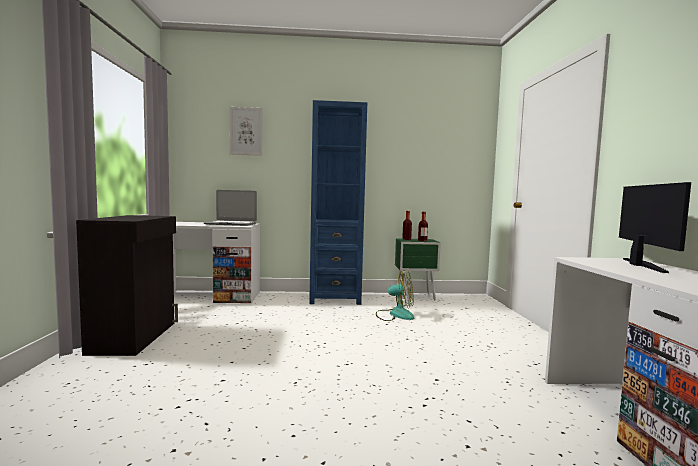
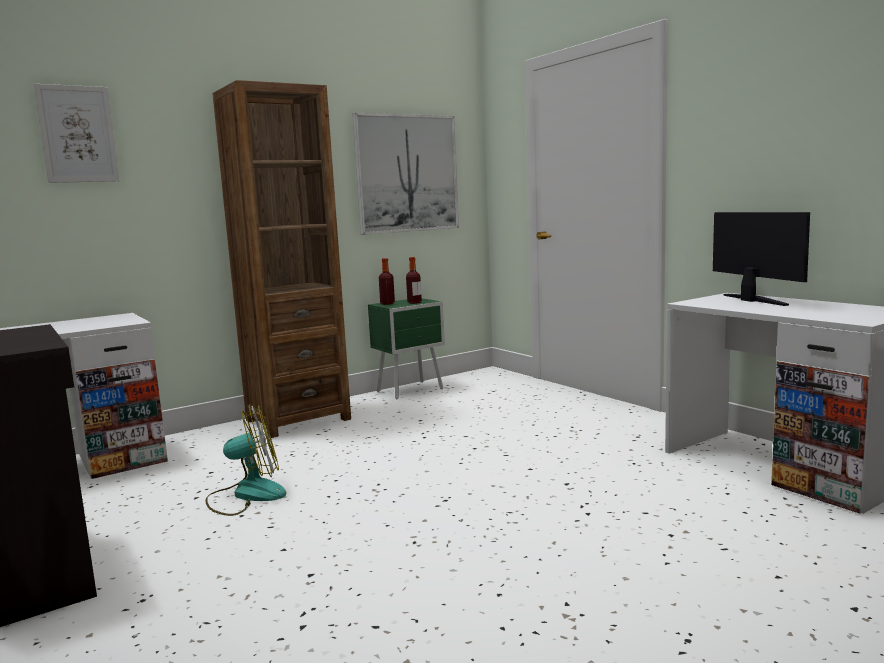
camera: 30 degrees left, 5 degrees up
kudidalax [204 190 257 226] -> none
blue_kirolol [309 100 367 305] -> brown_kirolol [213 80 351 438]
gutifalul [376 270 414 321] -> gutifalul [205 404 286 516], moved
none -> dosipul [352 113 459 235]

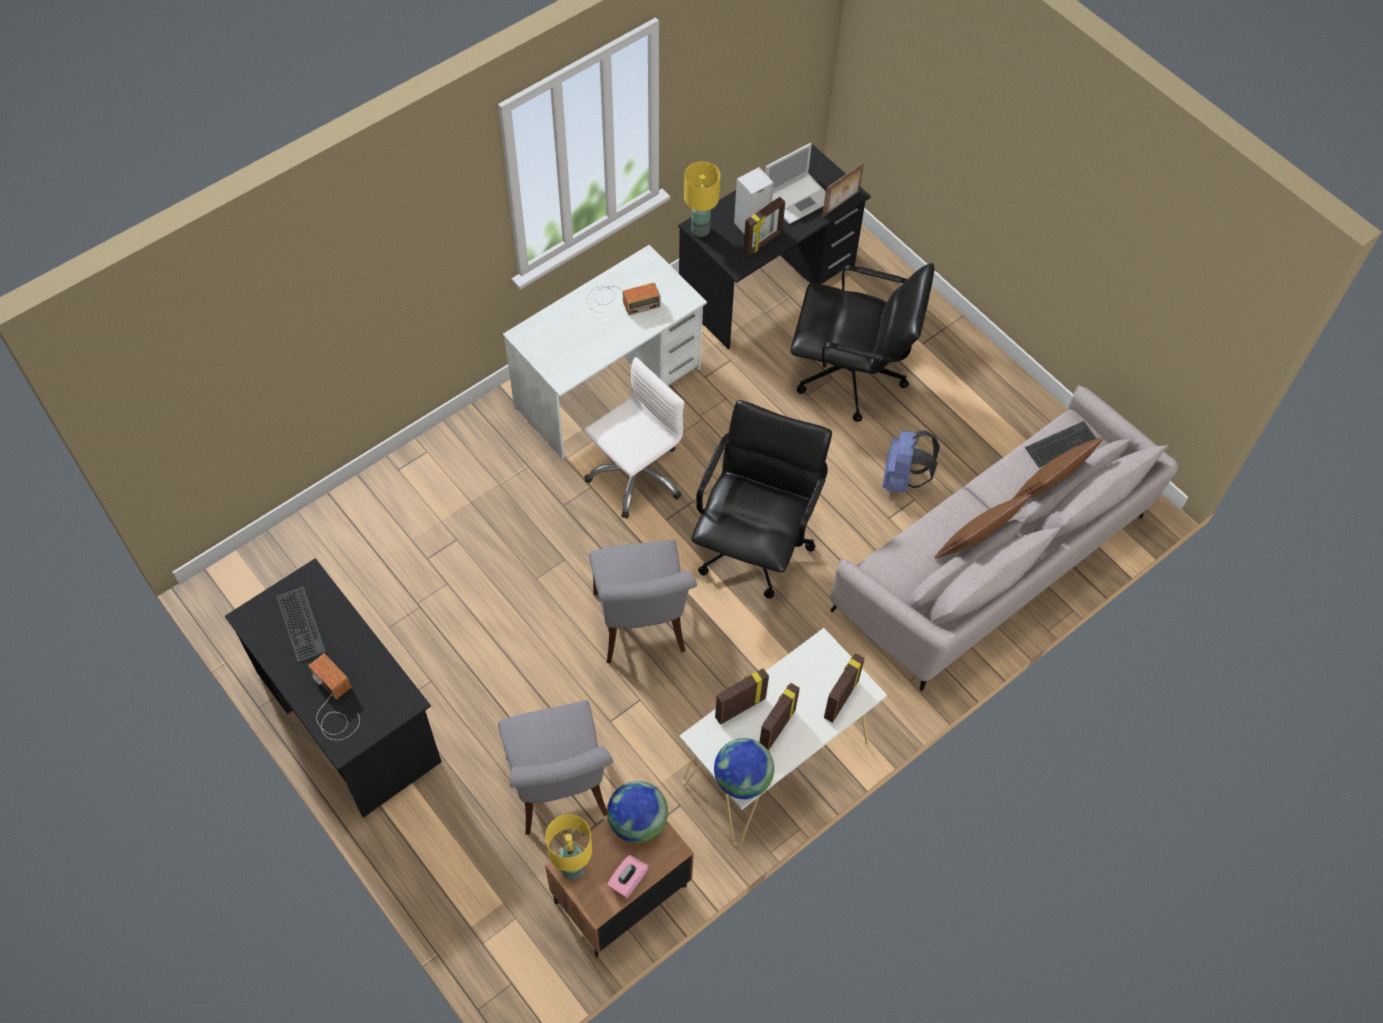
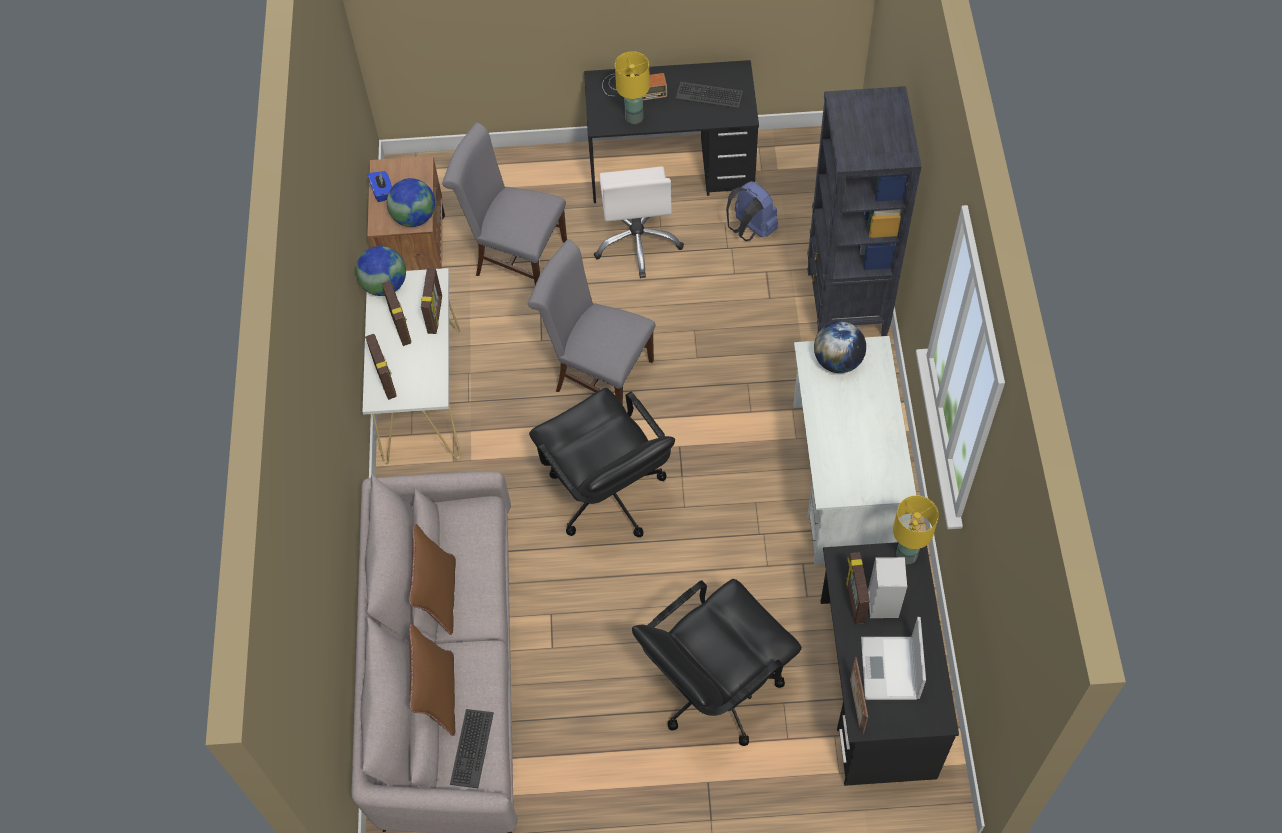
camera: 130 degrees right, 0 degrees up
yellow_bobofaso [545 814 593 880] -> yellow_bobofaso [615 51 650 124], moved
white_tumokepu [584 357 685 519] -> white_tumokepu [594 166 684 278], moved
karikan [587 283 660 315] -> none
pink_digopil [607 855 649 898] -> blue_digopil [368 171 392 202]
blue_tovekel [883 430 940 493] -> blue_tovekel [726 181 778 241], moved
none -> black_kirolol [807 86 922 336]
none -> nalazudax [814 321 866 373]

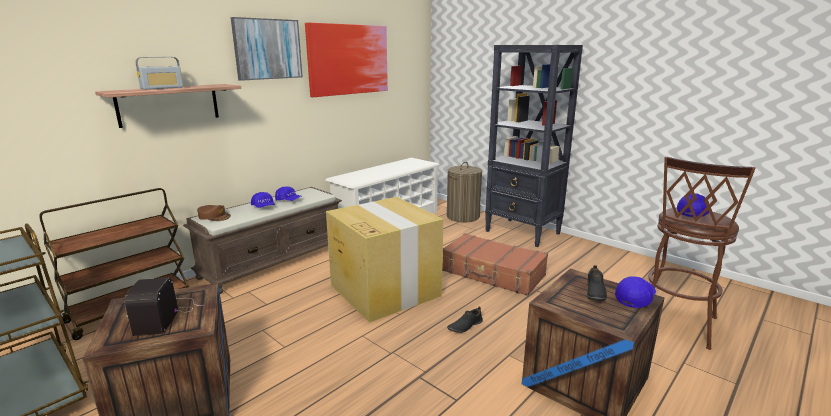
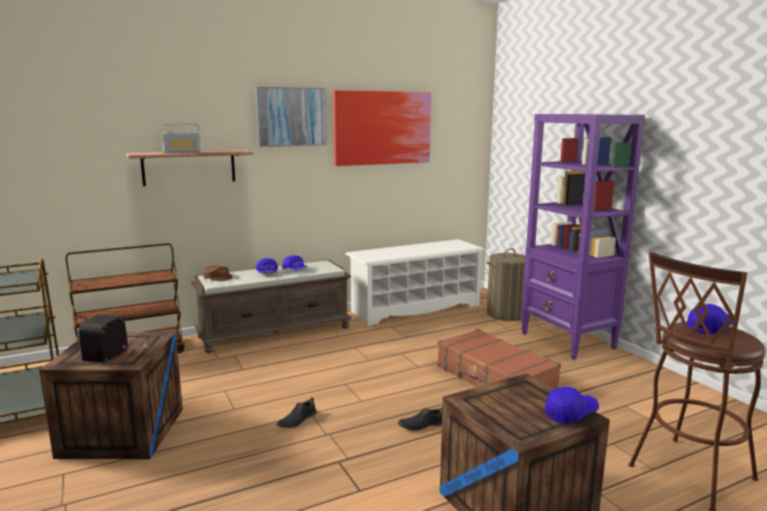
camera: 20 degrees right, 5 degrees down
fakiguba [326 197 443 322] -> none
black_kirolol [485 45 583 247] -> purple_kirolol [521 114 645 360]
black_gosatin [587 265 607 301] -> black_gosatin [276 397 317 428], moved

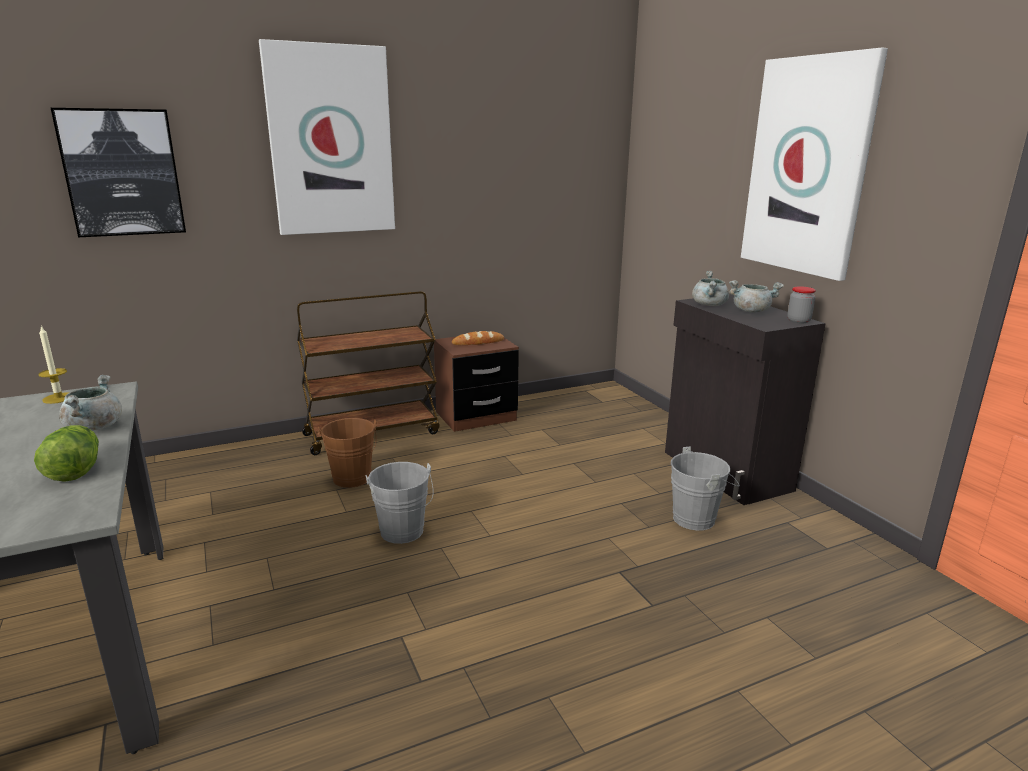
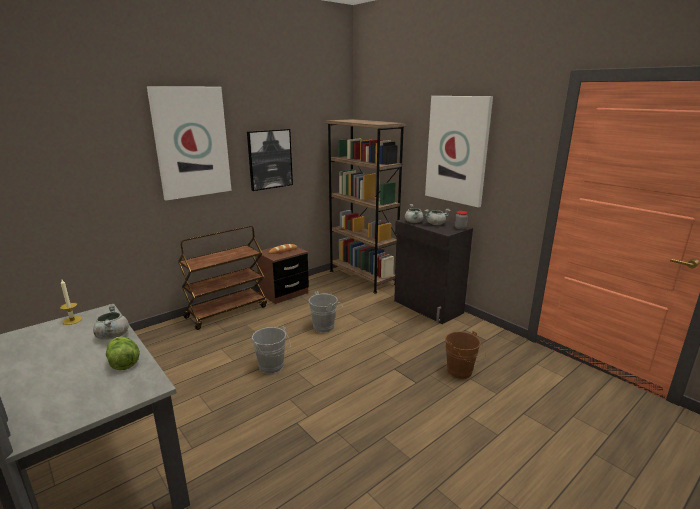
camera: 15 degrees left, 0 degrees up
dosipul [51 108 186 237] -> dosipul [247 129 293 191], moved
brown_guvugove [318 418 377 488] -> brown_guvugove [445 331 486 379], moved
grey_guvugove [671 447 740 531] -> grey_guvugove [309 291 343 333], moved
none -> brown_kirolol [326 119 406 294]

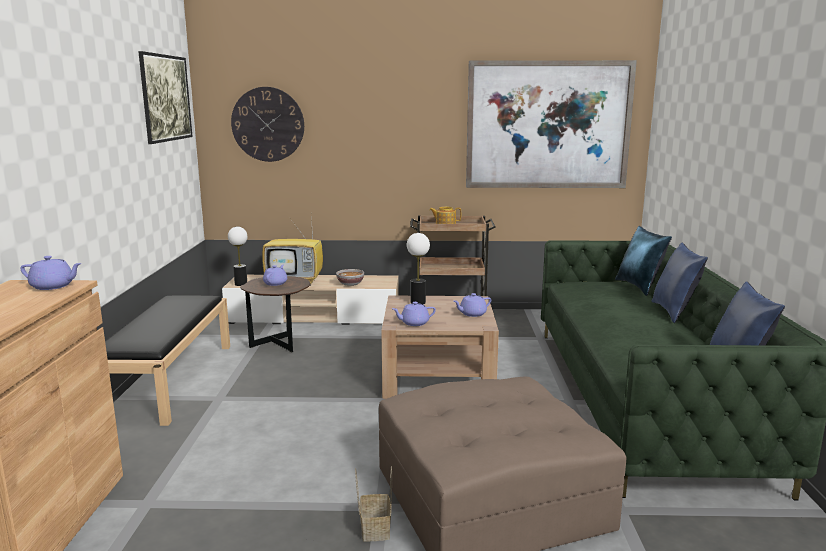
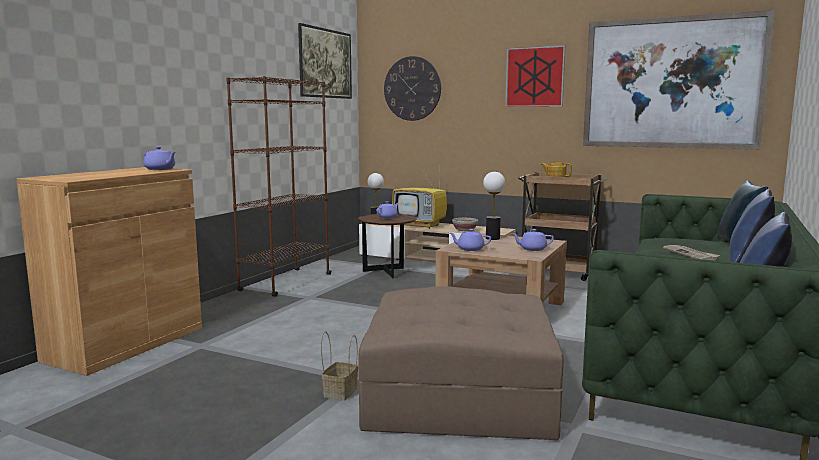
camera: 25 degrees right, 5 degrees down
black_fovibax [105 296 230 426] -> brown_kirolol [226 76 332 297]
none -> dosipul [505 45 566 107]
none -> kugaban [663 245 720 260]

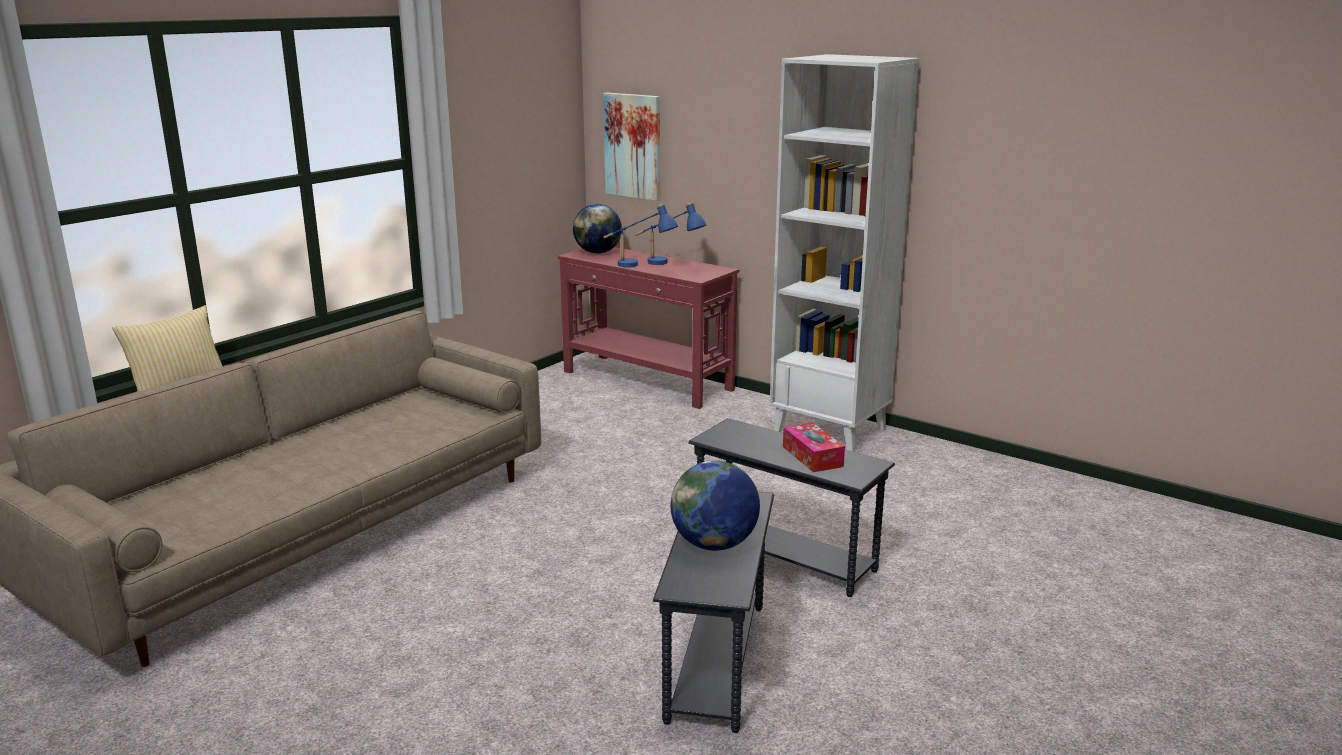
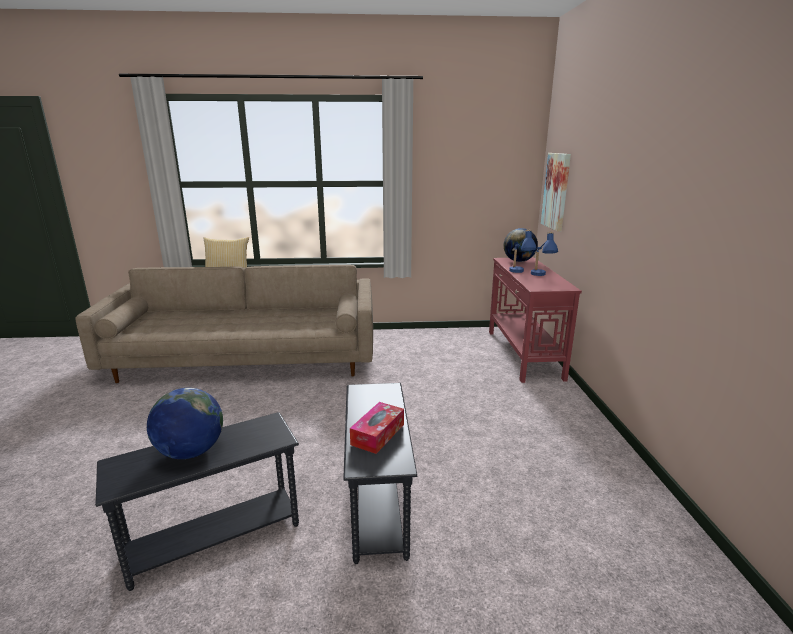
camera: 50 degrees right, 0 degrees up
white_kirolol [770 54 920 452] -> none

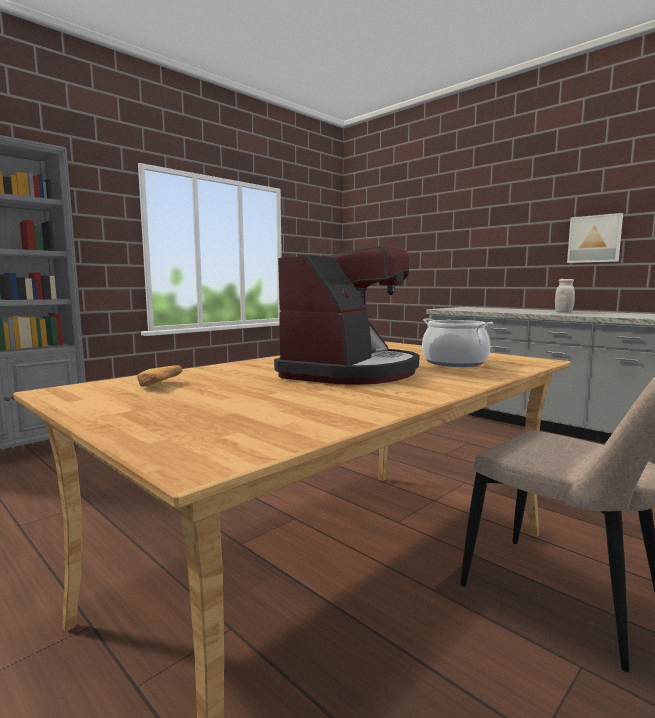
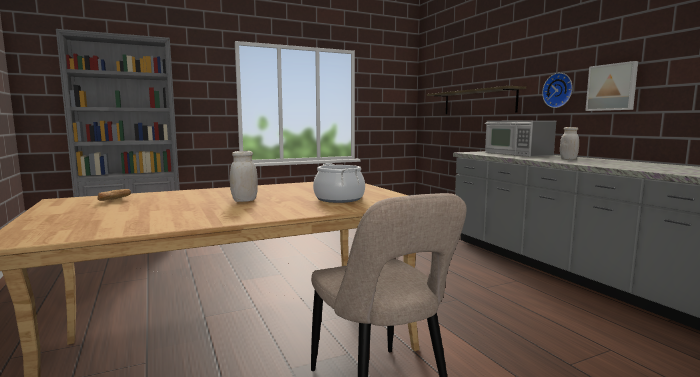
camera: 20 degrees right, 0 degrees up
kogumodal [274 245 420 385] -> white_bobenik [230 151 258 202]
none -> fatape [427 86 526 114]
none -> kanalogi [485 120 556 156]
none -> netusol [542 73 573 108]

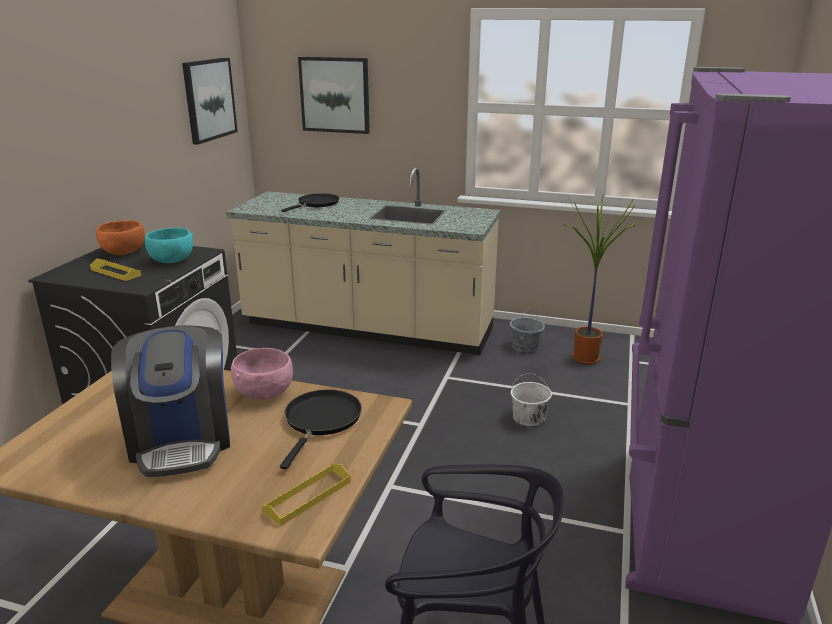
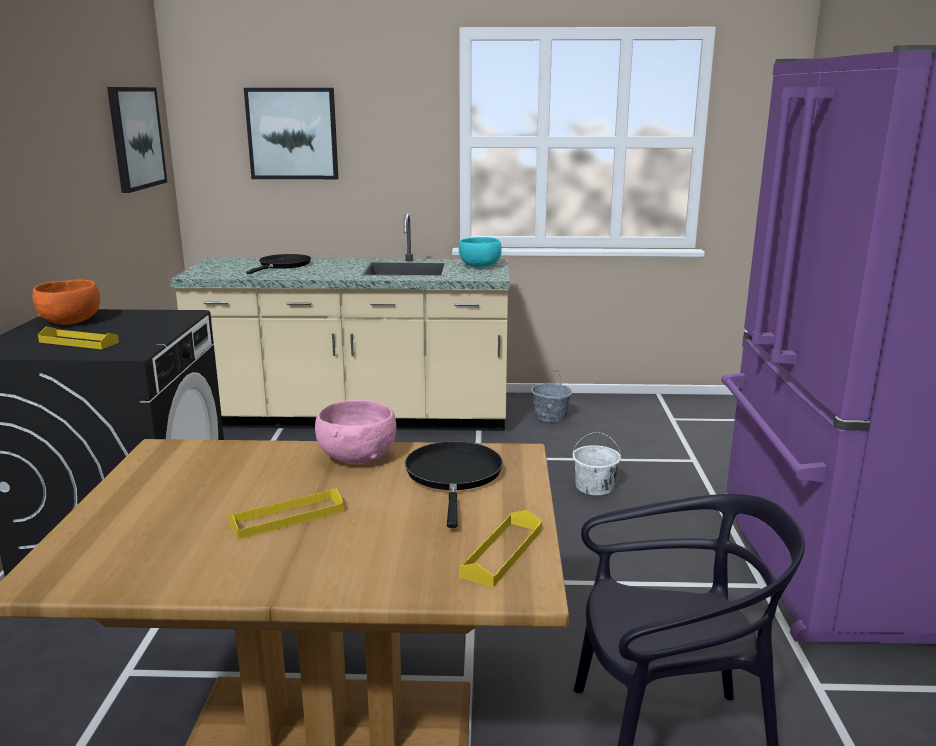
camera: 15 degrees left, 5 degrees down
kogumodal [111 325 230 477] -> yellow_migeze [228 488 344 540]
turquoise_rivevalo [145 228 193 263] -> turquoise_rivevalo [459 237 502 267], moved
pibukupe [563 195 638 365] -> none

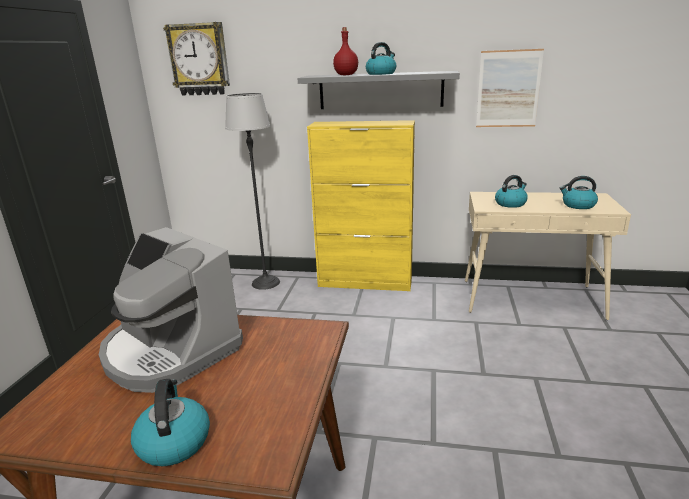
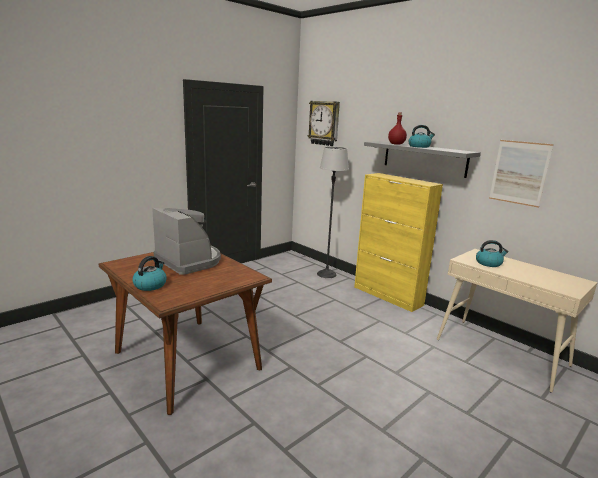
camera: 35 degrees right, 5 degrees down
kogumodal [99 227 243 393] -> kogumodal [152 208 221 275], 150 degrees clockwise
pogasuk [560 176 598 209] -> none

